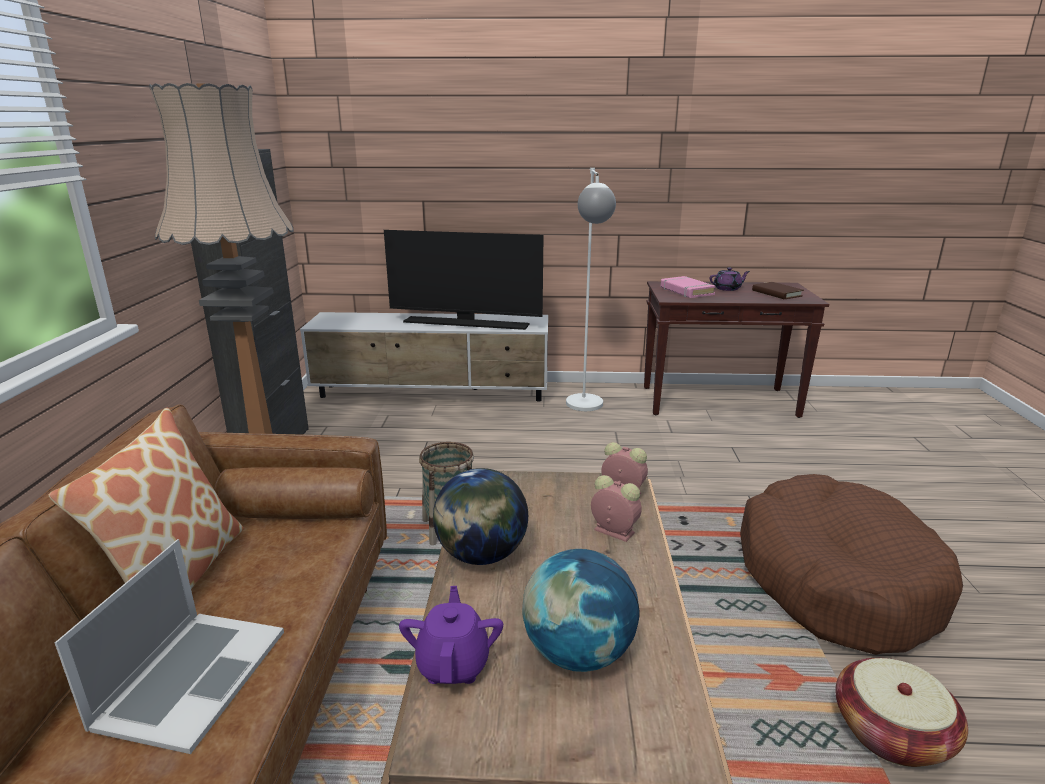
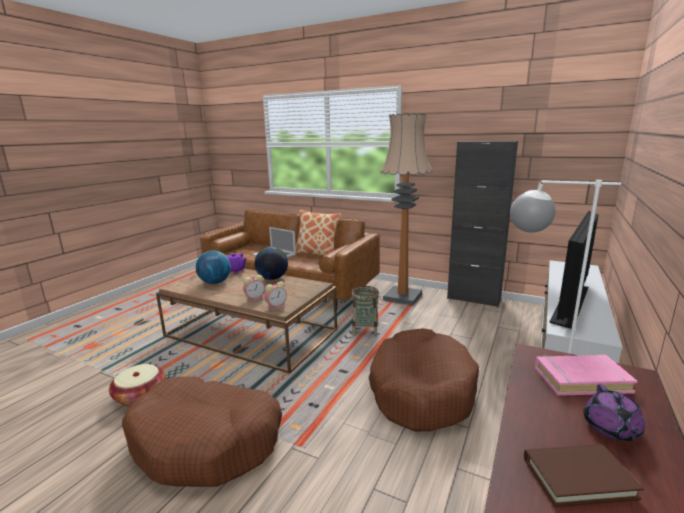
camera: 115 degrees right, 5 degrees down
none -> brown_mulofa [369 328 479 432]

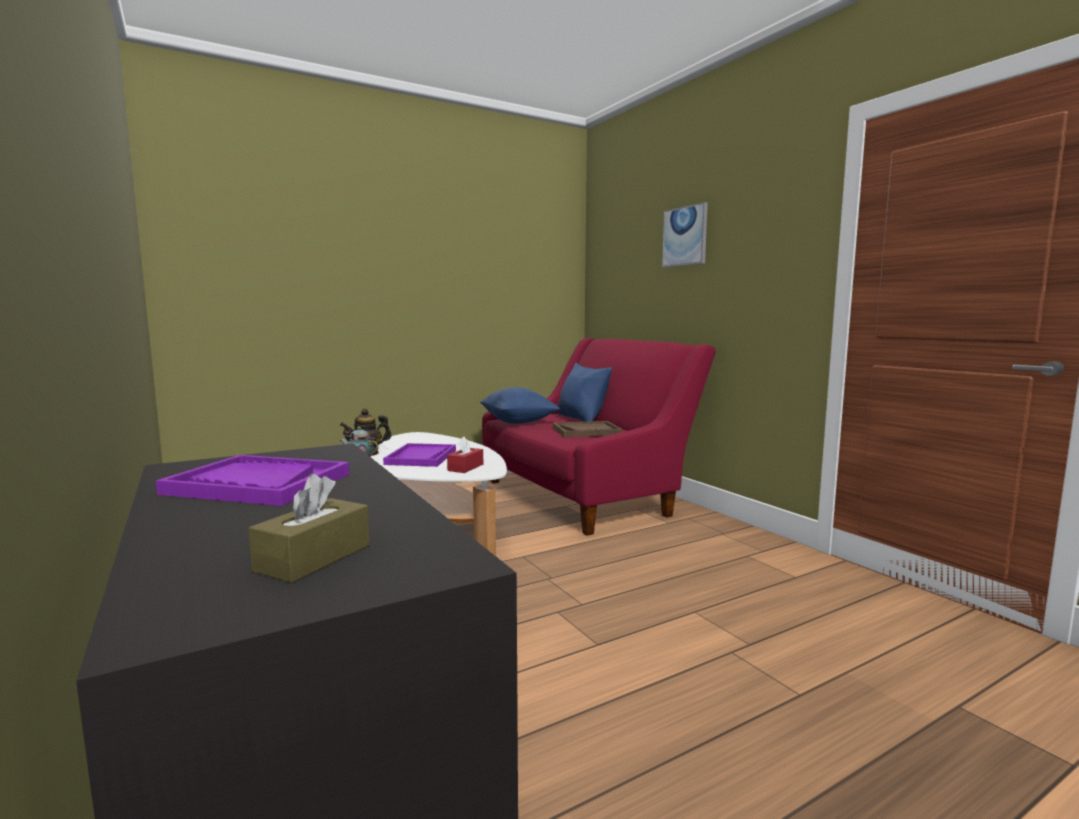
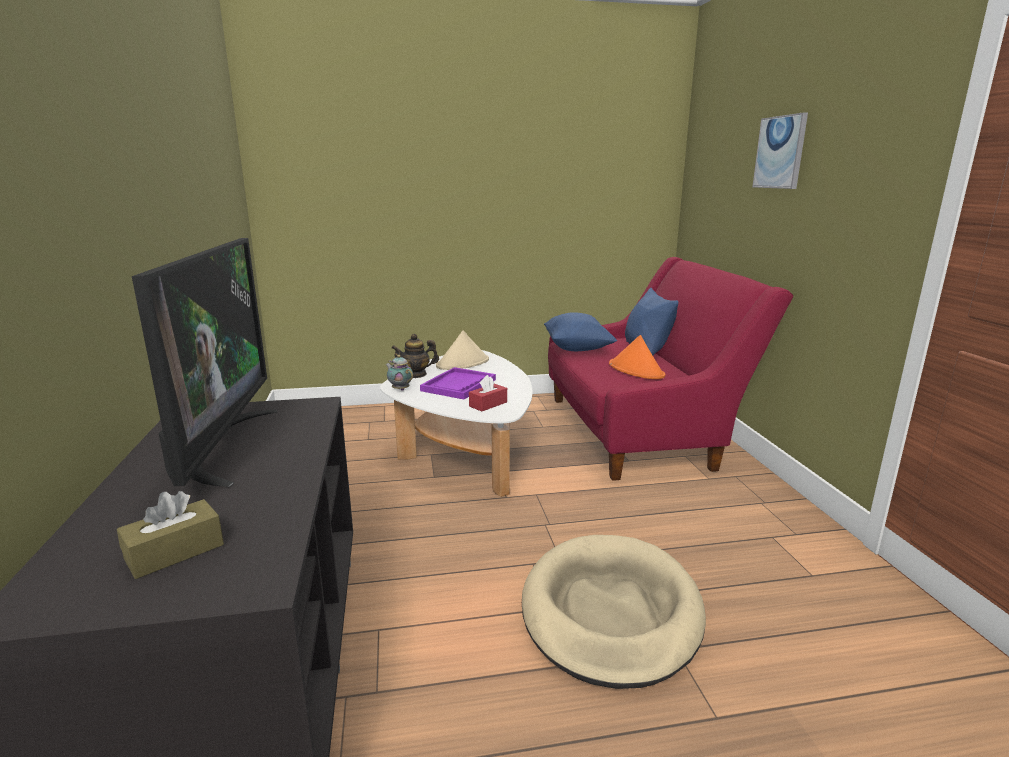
camera: 20 degrees right, 10 degrees up
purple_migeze [156 455 349 506] -> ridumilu [132 238 277 487]
brown_migeze [553 421 622 438] -> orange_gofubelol [609 335 665 379]
none -> beige_gofubelol [436 330 489 370]
none -> beige_mulofa [522 535 706 689]

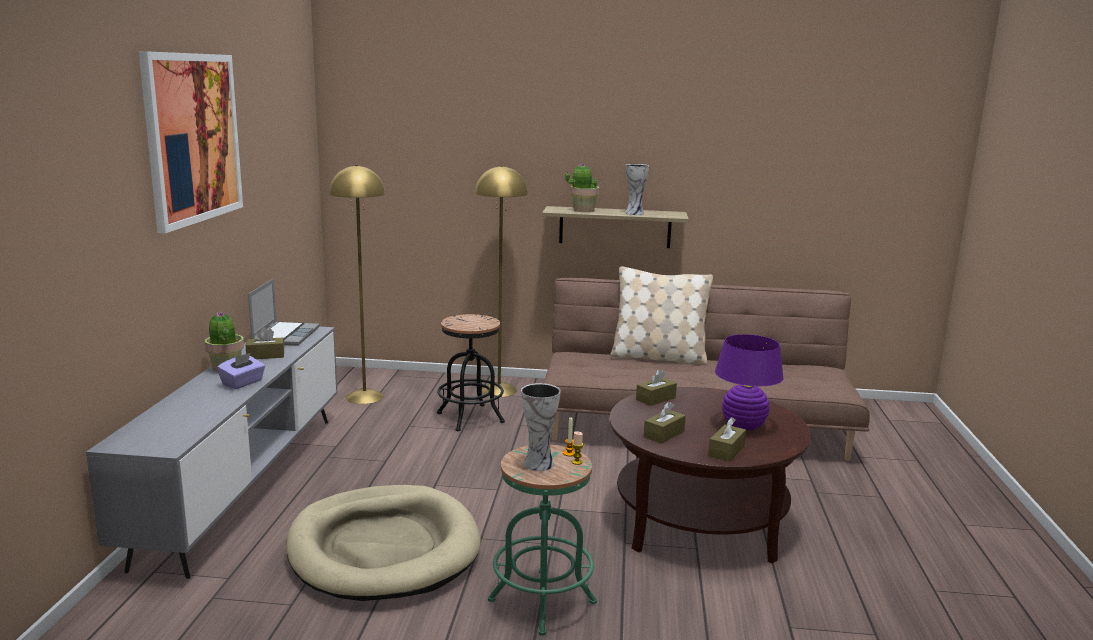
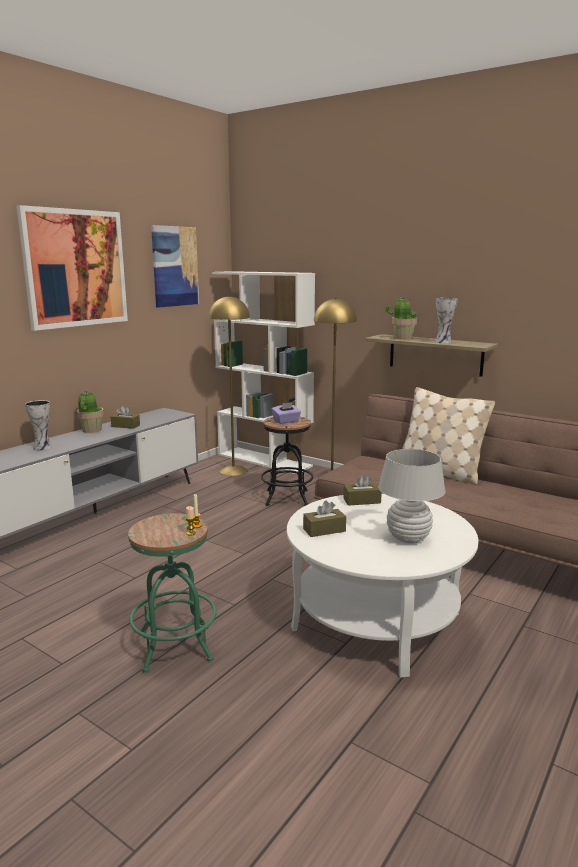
camera: 30 degrees right, 0 degrees up
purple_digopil [217 353 265 389] -> purple_digopil [272 402 301 424], moved
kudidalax [248 278 320 346] -> none
beige_mulofa [286 485 481 601] -> none
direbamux [521 383 561 471] -> direbamux [25 400 52 450], moved
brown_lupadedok [609 387 811 564] -> white_lupadedok [287 494 479 678]
brown_digopil [708 417 746 462] -> none
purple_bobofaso [715 334 784 430] -> white_bobofaso [378 449 446 543]
none -> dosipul [151 225 199 308]
none -> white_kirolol [212 271 315 474]

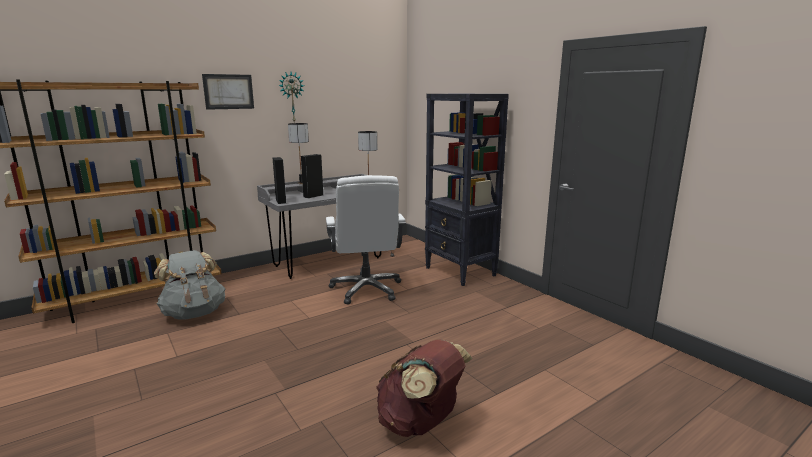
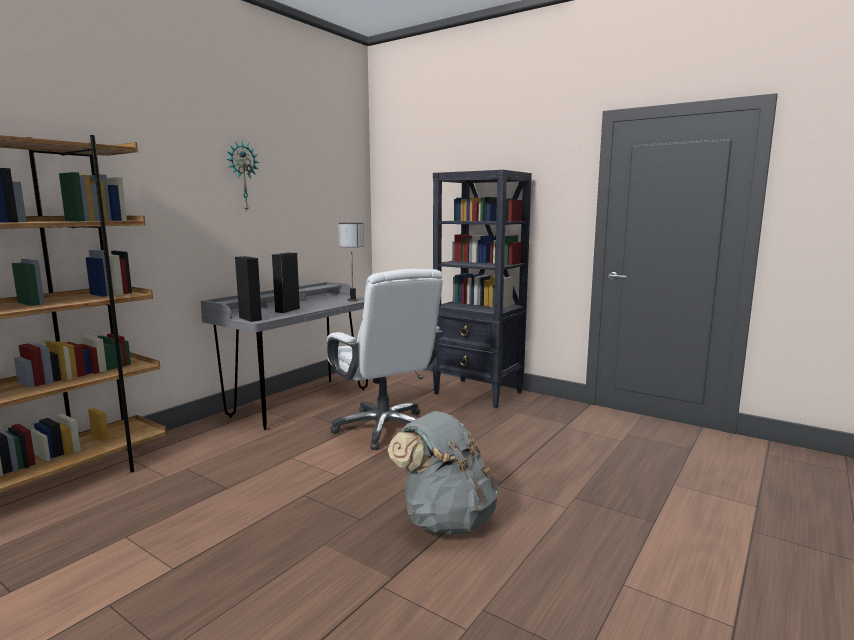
camera: 20 degrees left, 5 degrees down
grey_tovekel [154 250 226 320] -> grey_tovekel [388 411 500 535], moved
dosipul [202 74 254 110] -> none
bobofaso [288 123 309 184] -> none
brown_tovekel [376 340 472 437] -> none

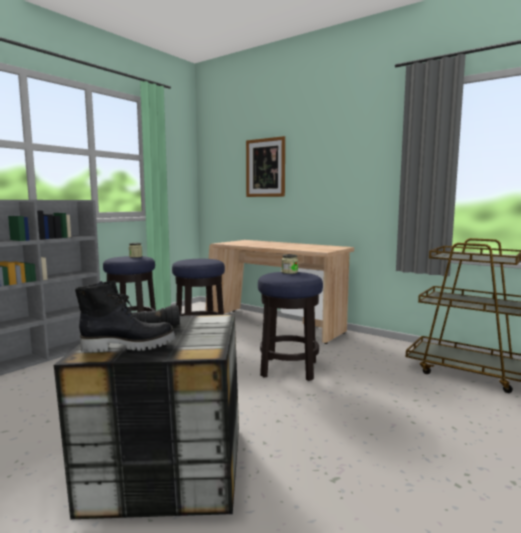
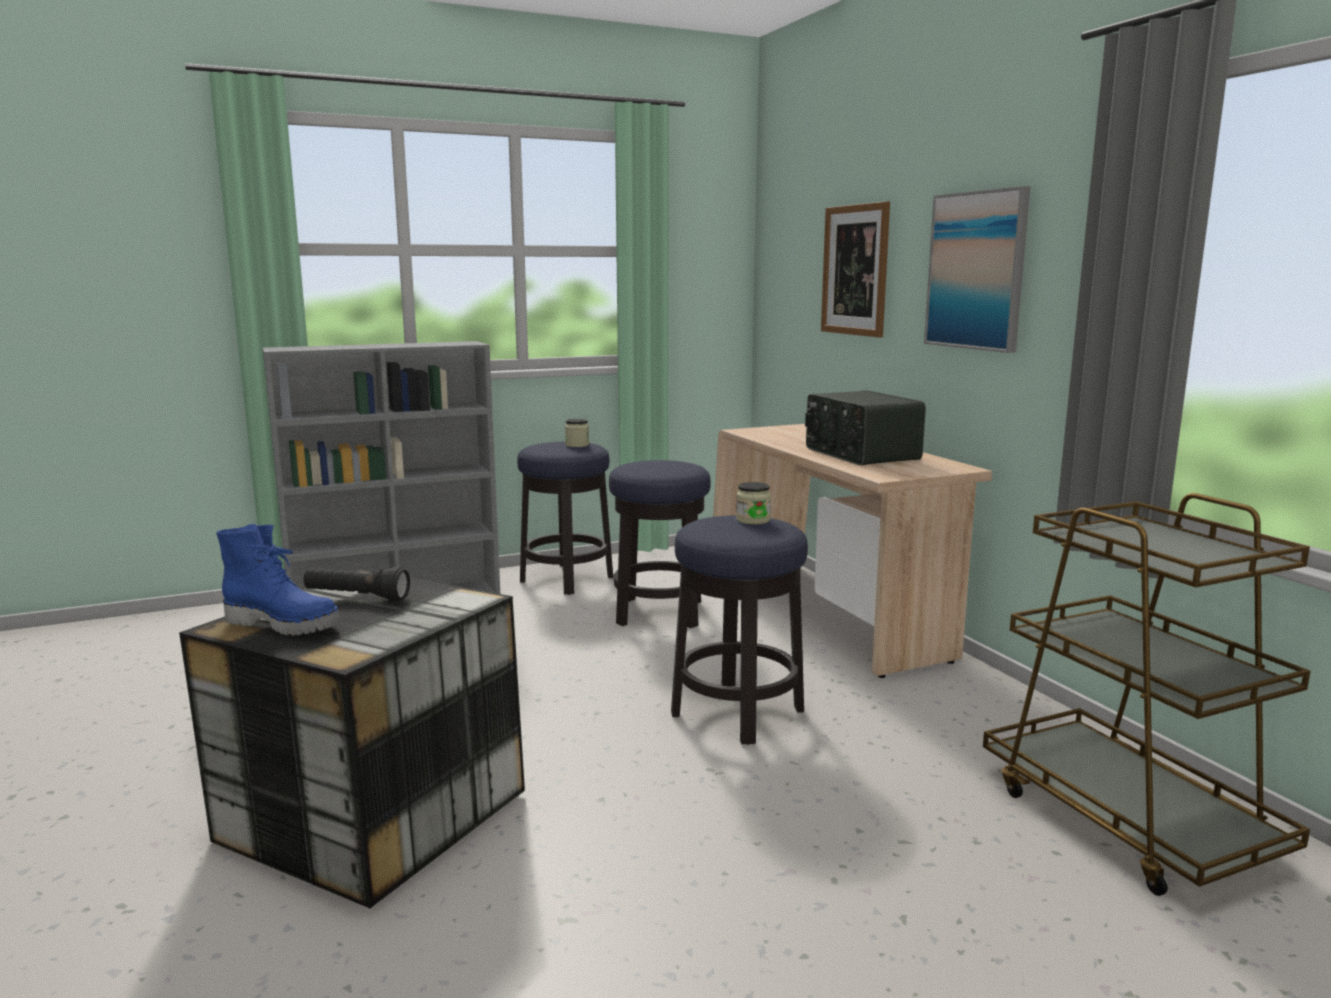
camera: 30 degrees right, 5 degrees up
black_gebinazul [75 280 176 353] -> blue_gebinazul [216 524 341 635]
none -> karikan [805 390 926 465]
none -> dosipul [924 186 1030 353]

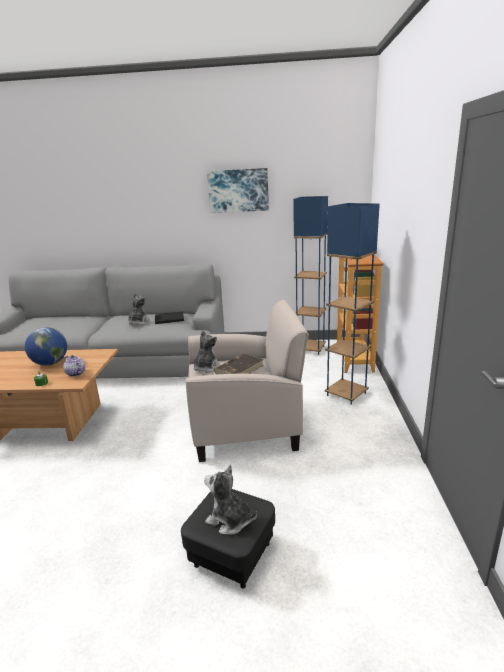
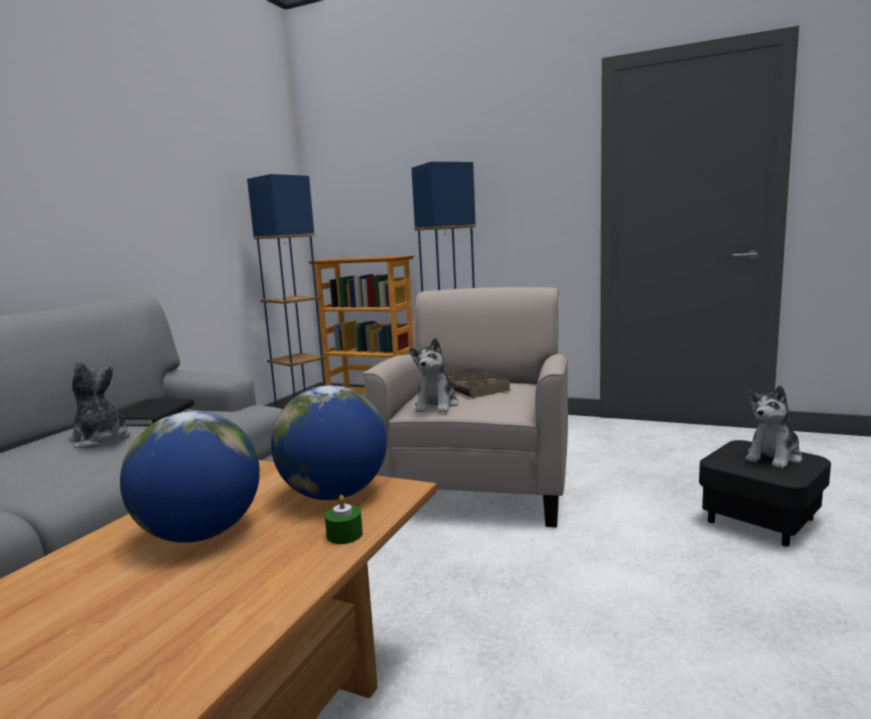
camera: 70 degrees left, 10 degrees down
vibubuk [63 355 85 377] -> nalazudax [271 385 387 500]
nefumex [194 330 220 373] -> nefumex [409 338 459 412], 120 degrees counterclockwise
dosipul [207 168 269 213] -> none

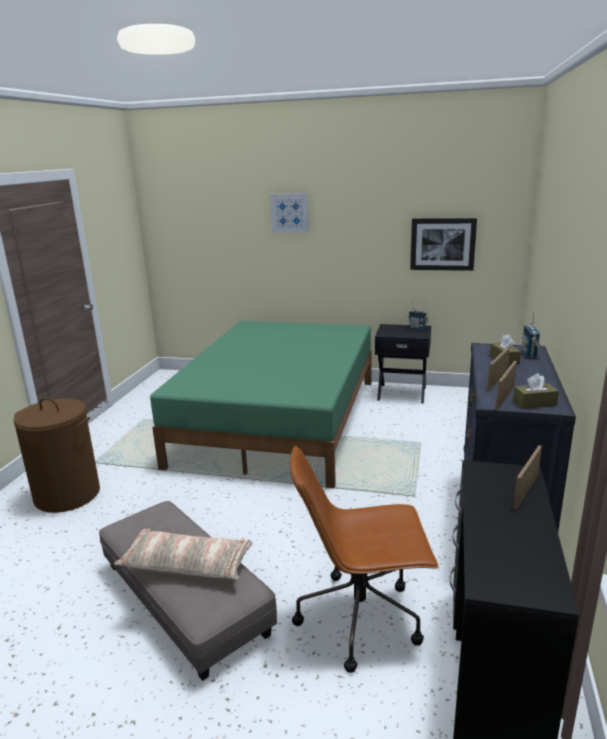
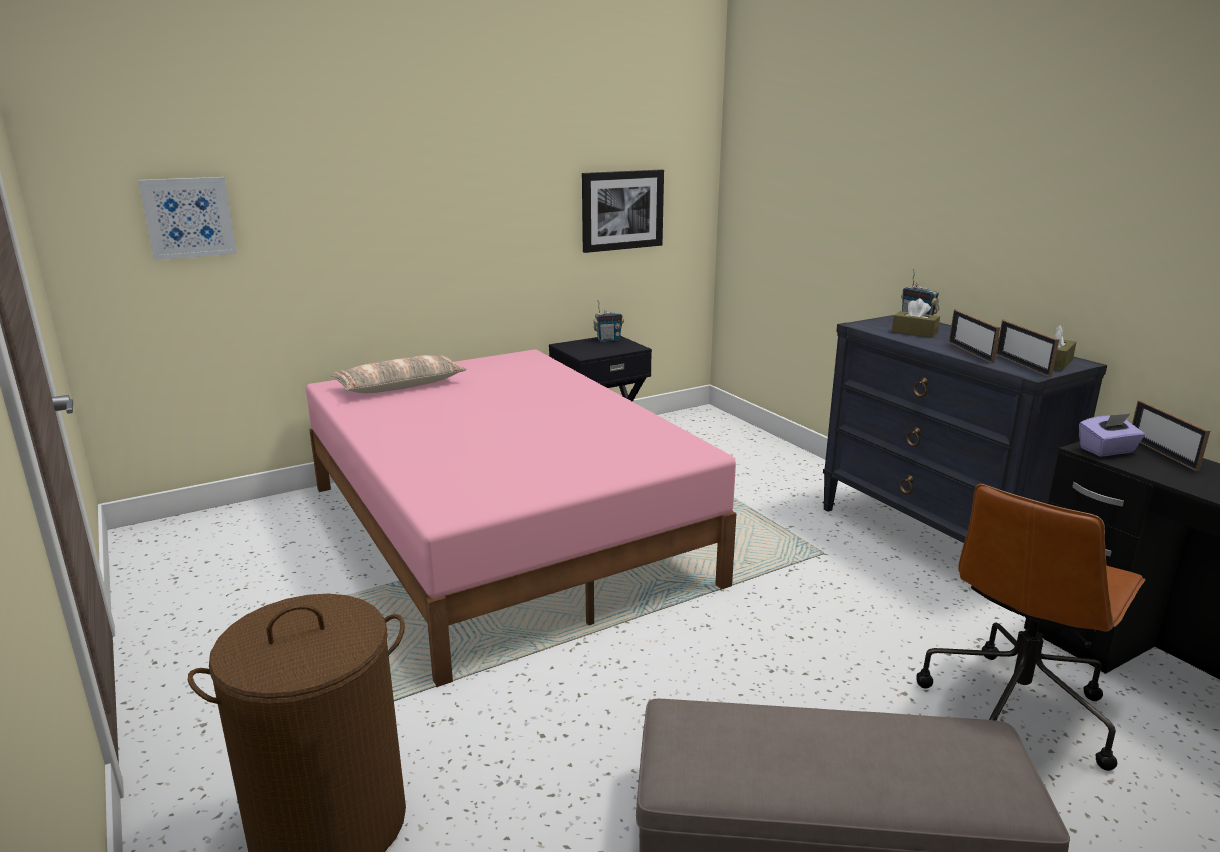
camera: 45 degrees left, 0 degrees up
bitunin [114 528 252 580] -> bitunin [331 355 467 393], moved
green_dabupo [150 321 372 488] -> pink_dabupo [306 349 736 687]
dosipul [270 193 309 233] -> dosipul [138 177 237 260], moved
none -> purple_digopil [1079 413 1145 456]

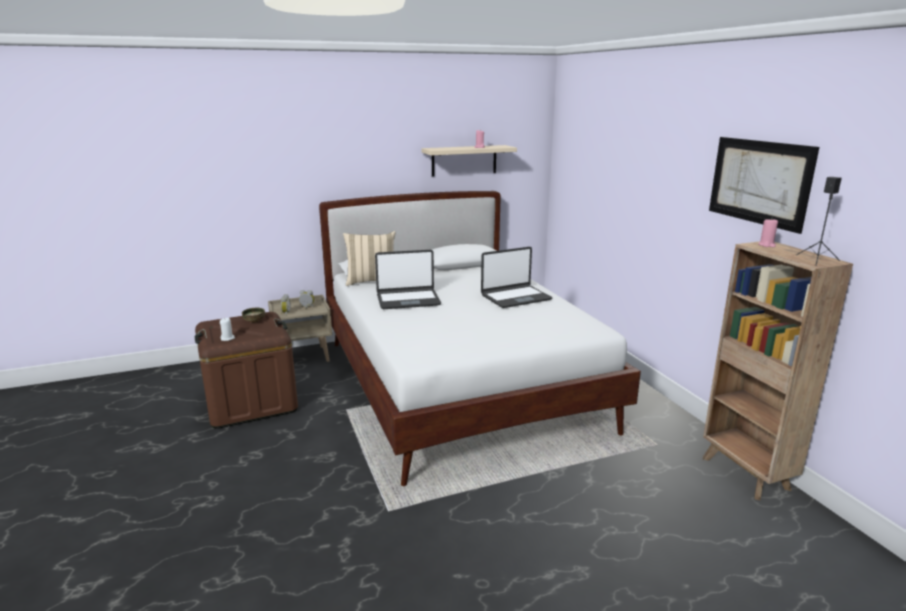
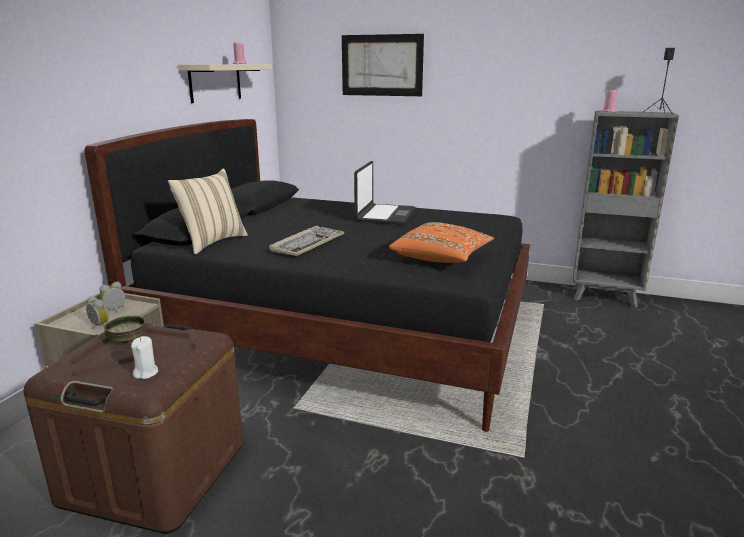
camera: 50 degrees left, 0 degrees up
white_dabupo [319 191 641 486] -> black_dabupo [84 119 530 432]
kudidalax [375 250 441 309] -> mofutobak [269 226 344 256]
brown_kirolol [703 241 853 500] -> grey_kirolol [573 111 679 308]
dosipul [709 137 819 234] -> dosipul [342 34 424 96], moved
none -> orange_bitunin [389 222 494 263]

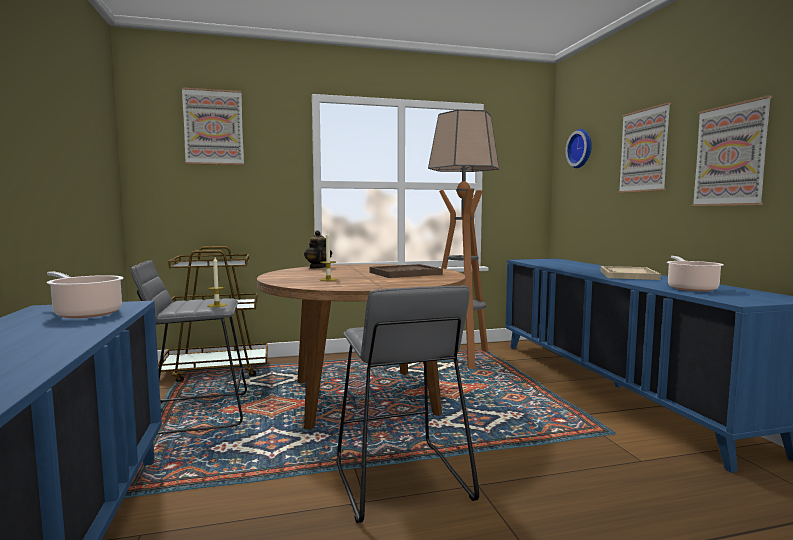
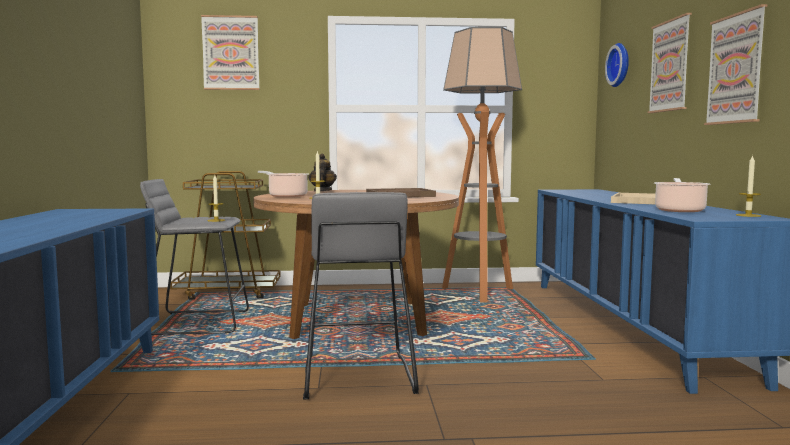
camera: 10 degrees right, 0 degrees up
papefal [47 271 123 318] -> papefal [258 171 309 197], moved
none -> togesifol [736 155 761 217]

